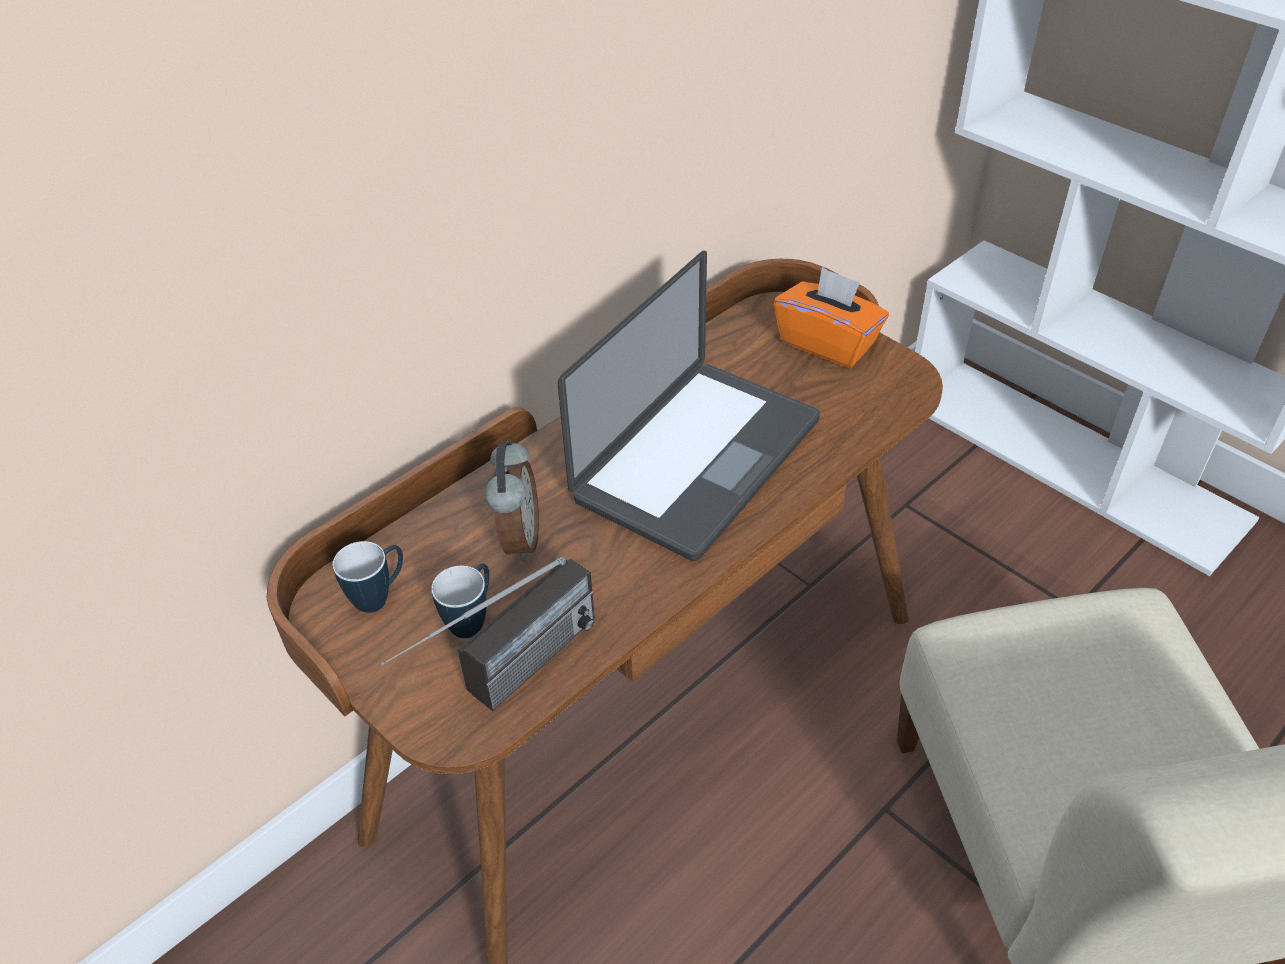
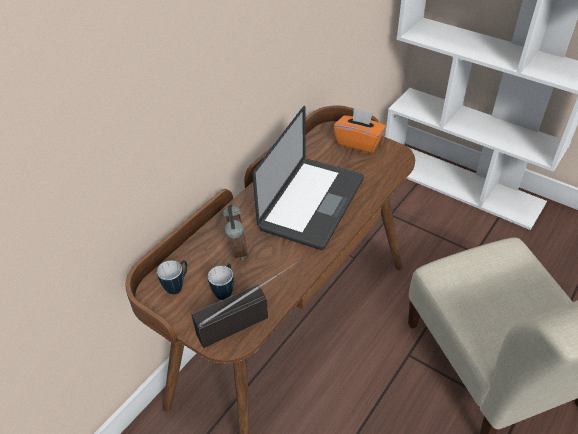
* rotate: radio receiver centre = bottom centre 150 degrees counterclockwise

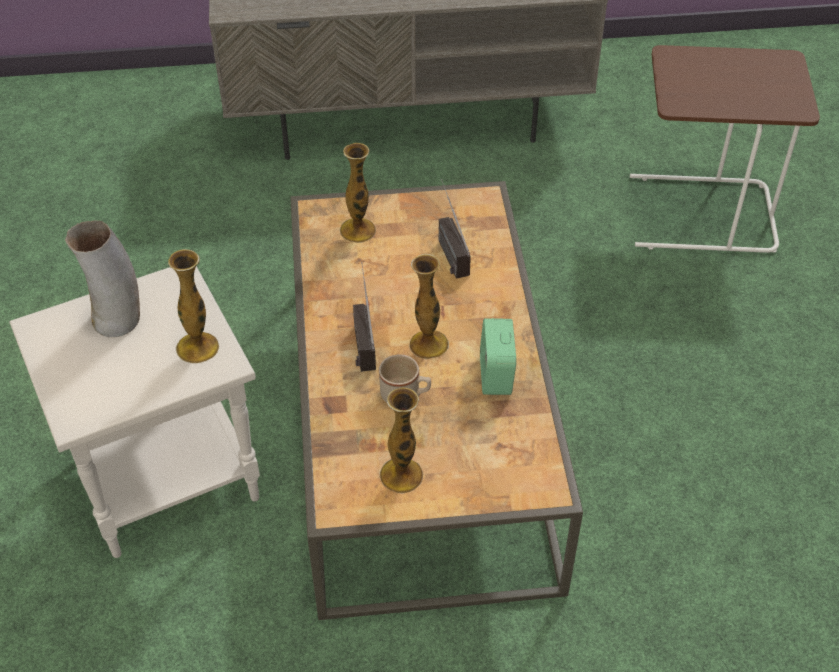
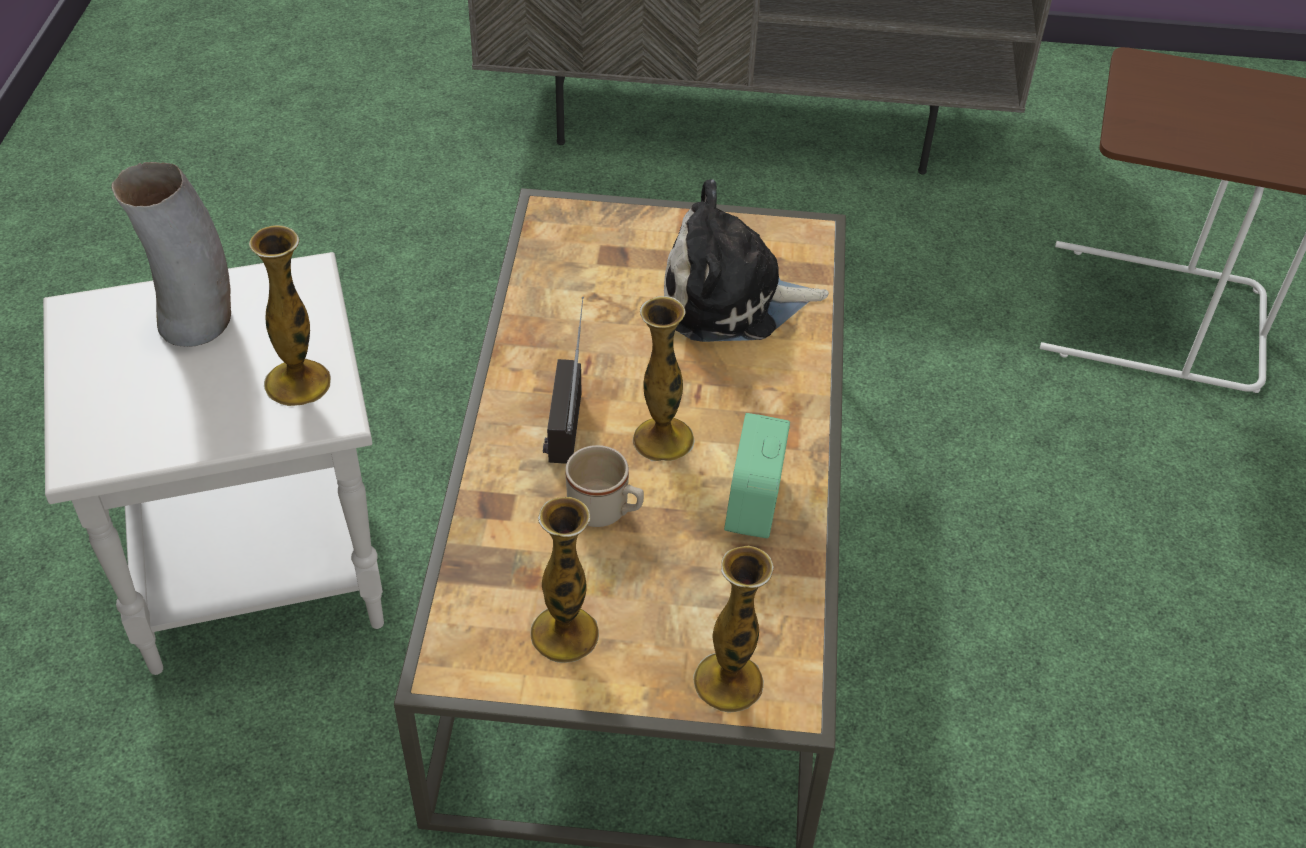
* move: decorative vase (3rd from left in the first image) top centre to decorative vase (5th from left) bottom centre
* replace: radio receiver (2nd from left) centre to cuddly toy top centre

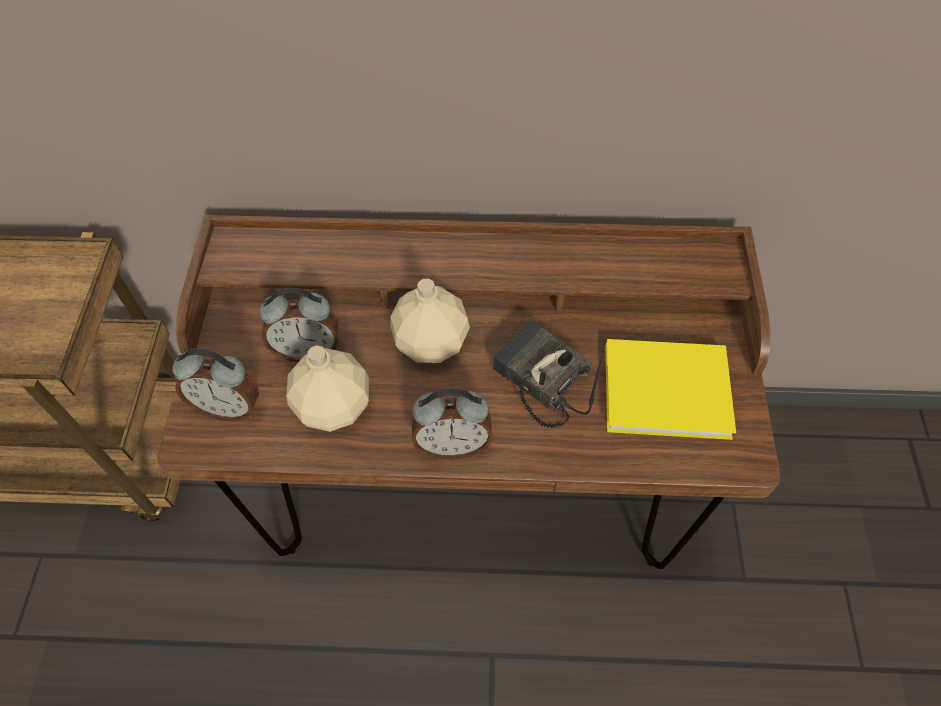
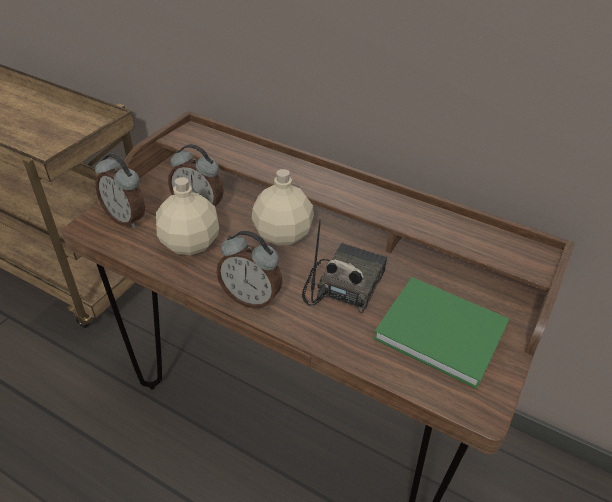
* rotate: radio receiver centre = centre 45 degrees clockwise
* recolor: yellow-coloured volume middle right to green volume middle right

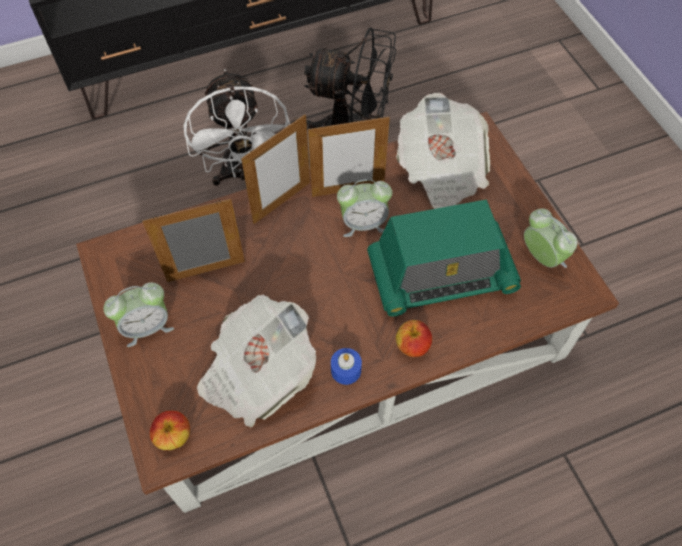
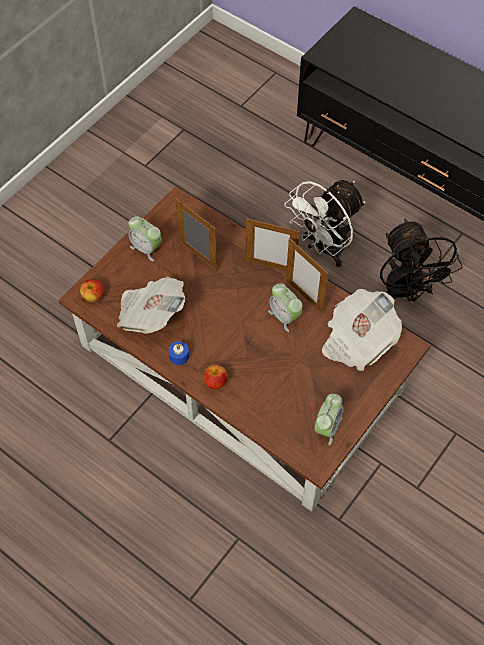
* delete: radio receiver centre

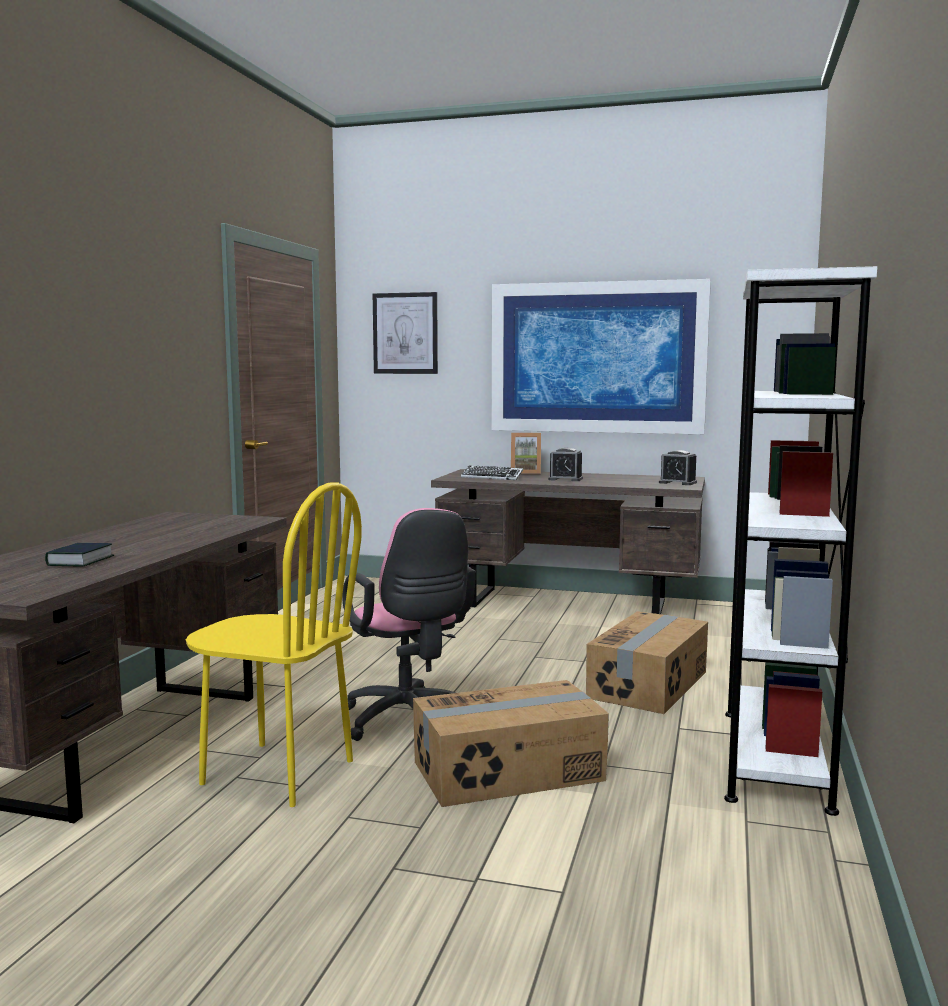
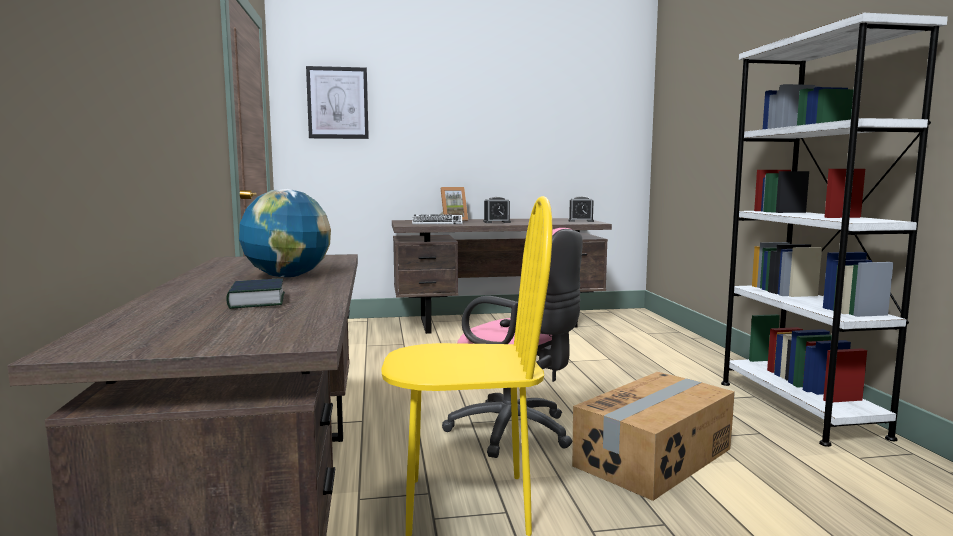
* delete: picture (2nd from left) centre
* delete: cardboard box (2nd from left) middle right
* insert: globe middle left

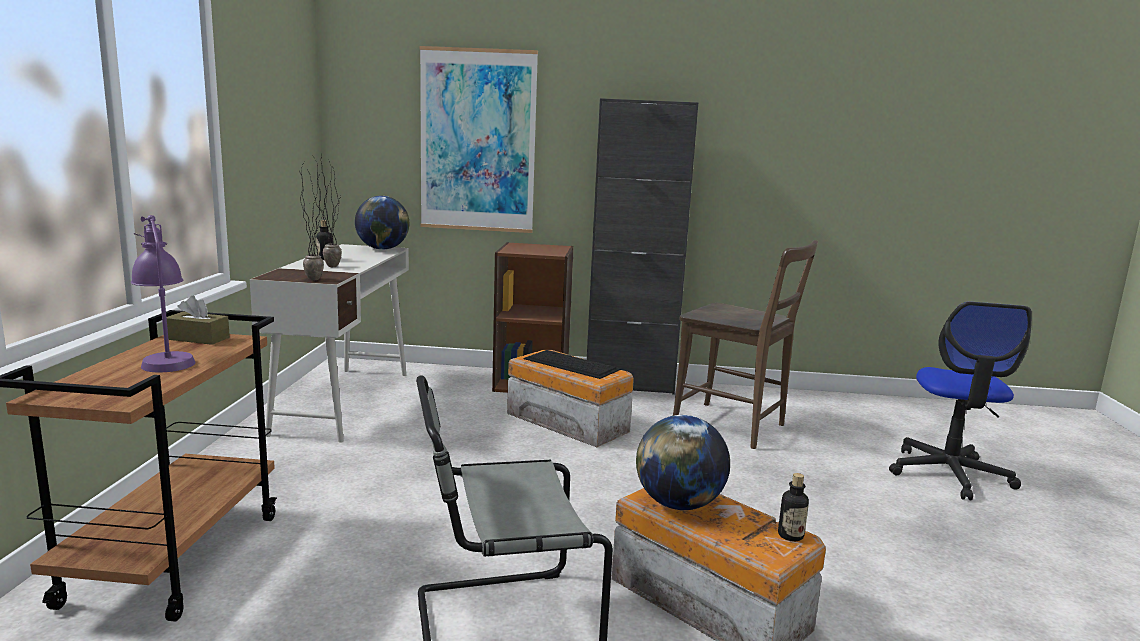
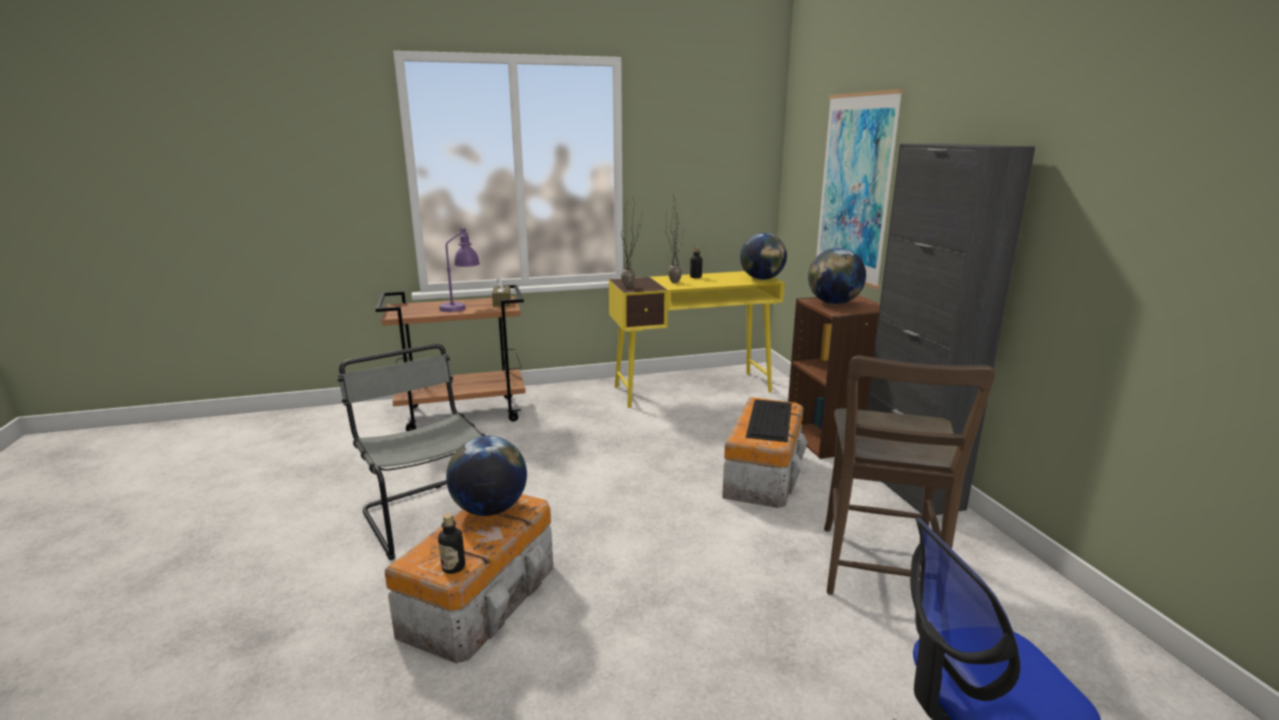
* recolor: white-coloured desk unit middle left to yellow-coloured desk unit centre
* insert: globe (3rd from left) centre

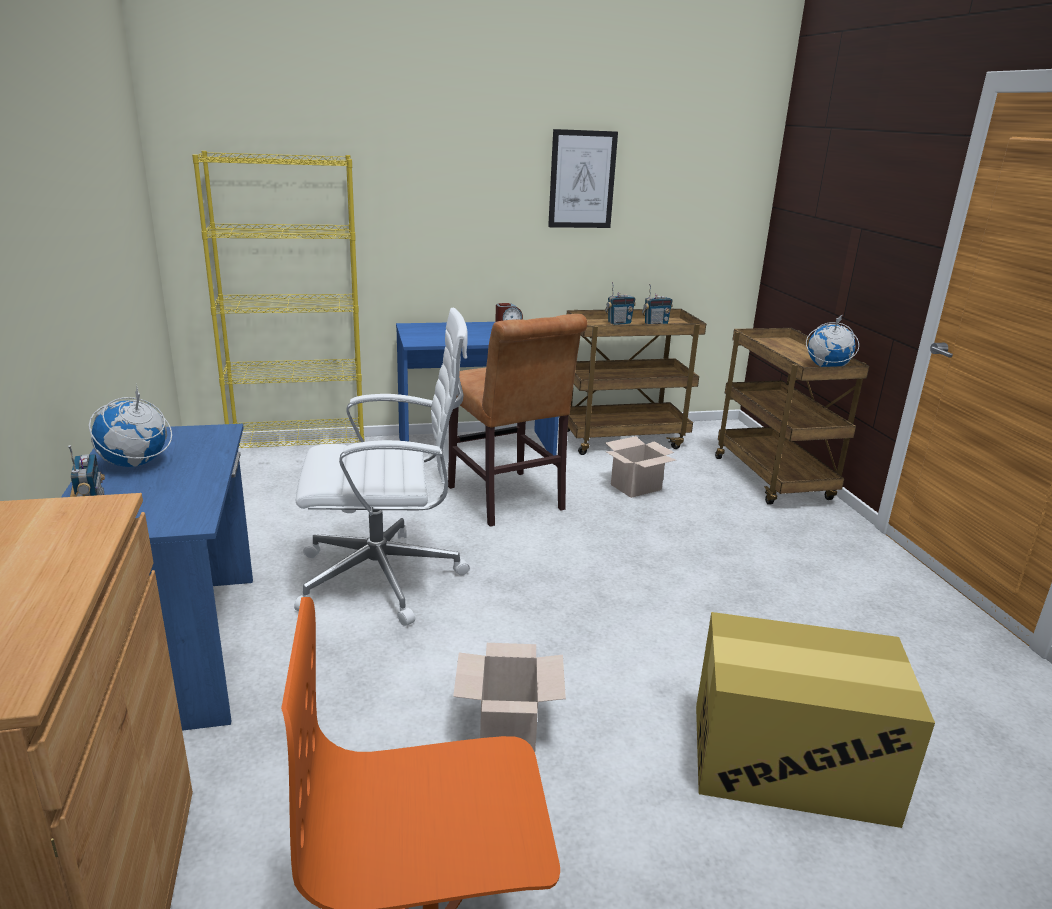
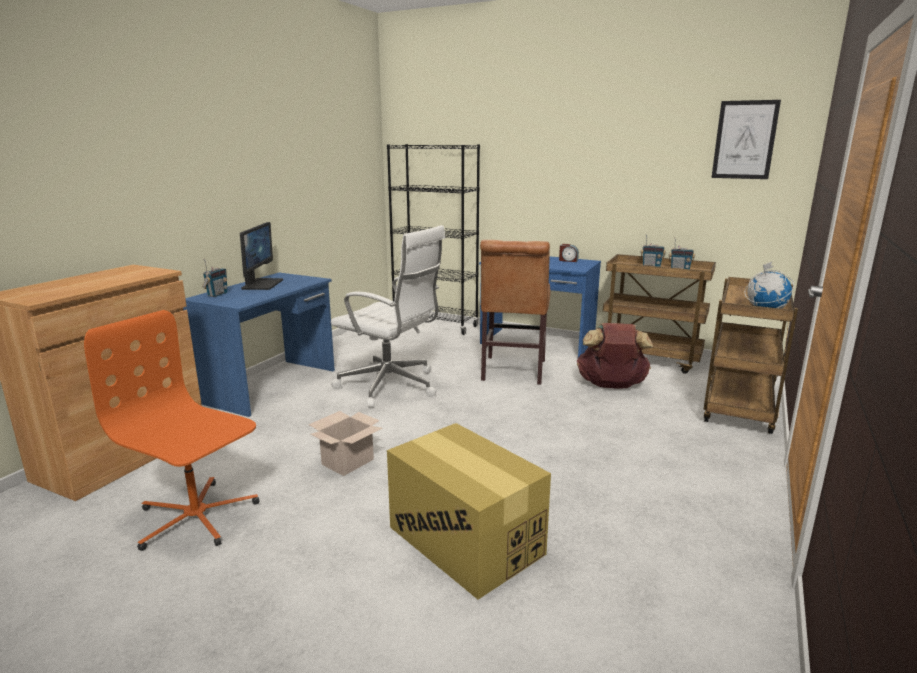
* move: picture top centre to top right
* recolor: yellow-coloured bookshelf top left to black-coloured bookshelf centre
* replace: globe (1st from left) middle left to computer screen middle left
* replace: cardboard box (2nd from left) centre to brown backpack middle right

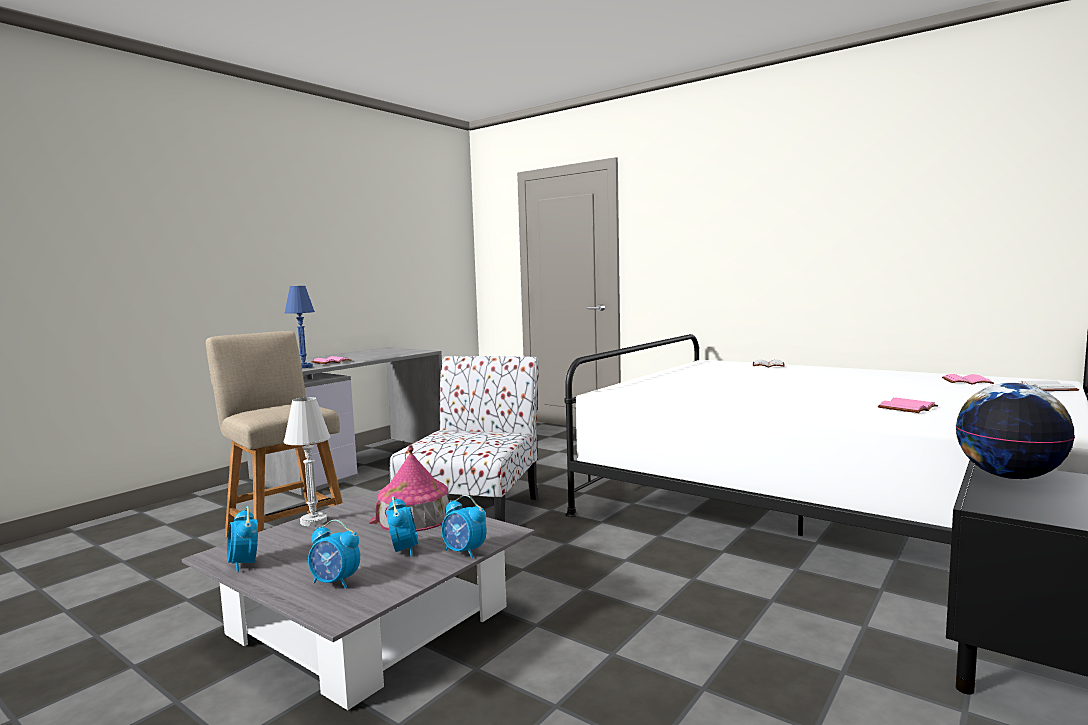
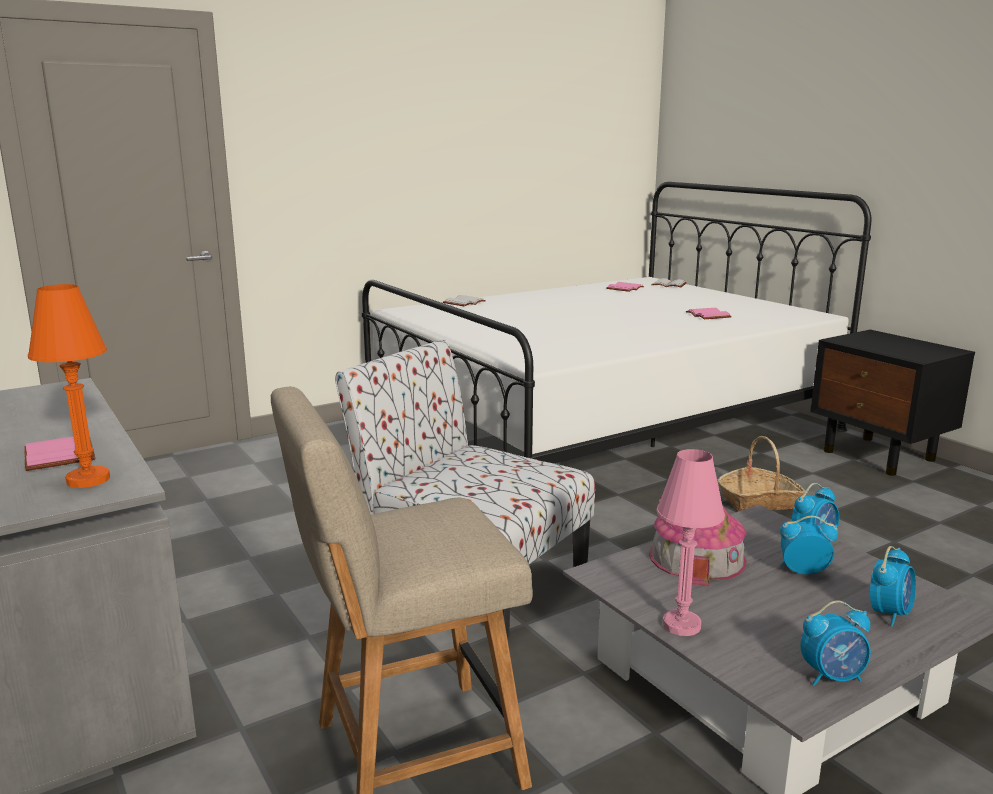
* recolor: bluish tabletop lamp middle left to orange-coloured tabletop lamp middle left
* delete: globe middle right
* recolor: white-coloured tabletop lamp middle left to pink-coloured tabletop lamp bottom right
* insert: basket middle right

